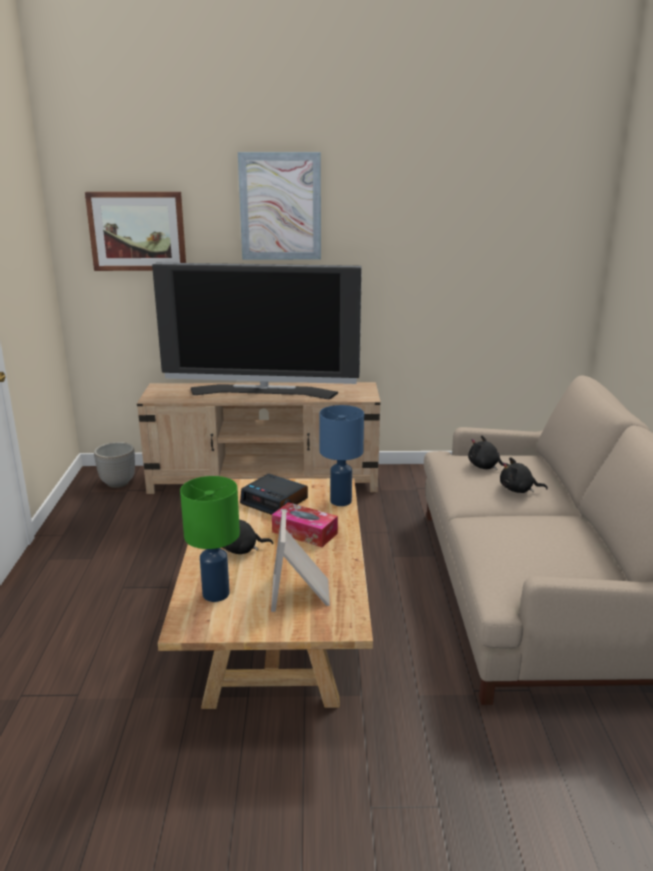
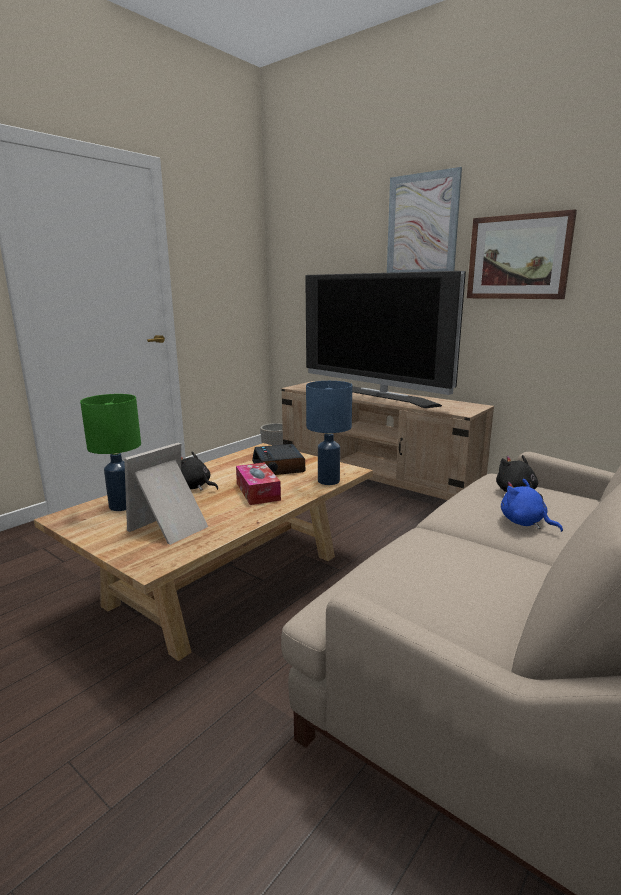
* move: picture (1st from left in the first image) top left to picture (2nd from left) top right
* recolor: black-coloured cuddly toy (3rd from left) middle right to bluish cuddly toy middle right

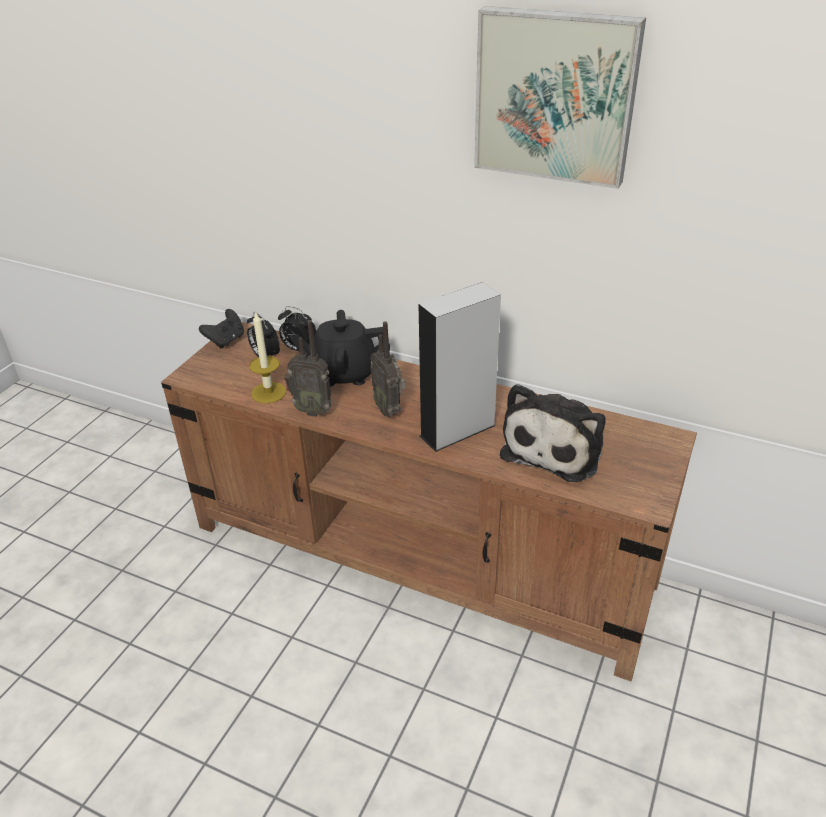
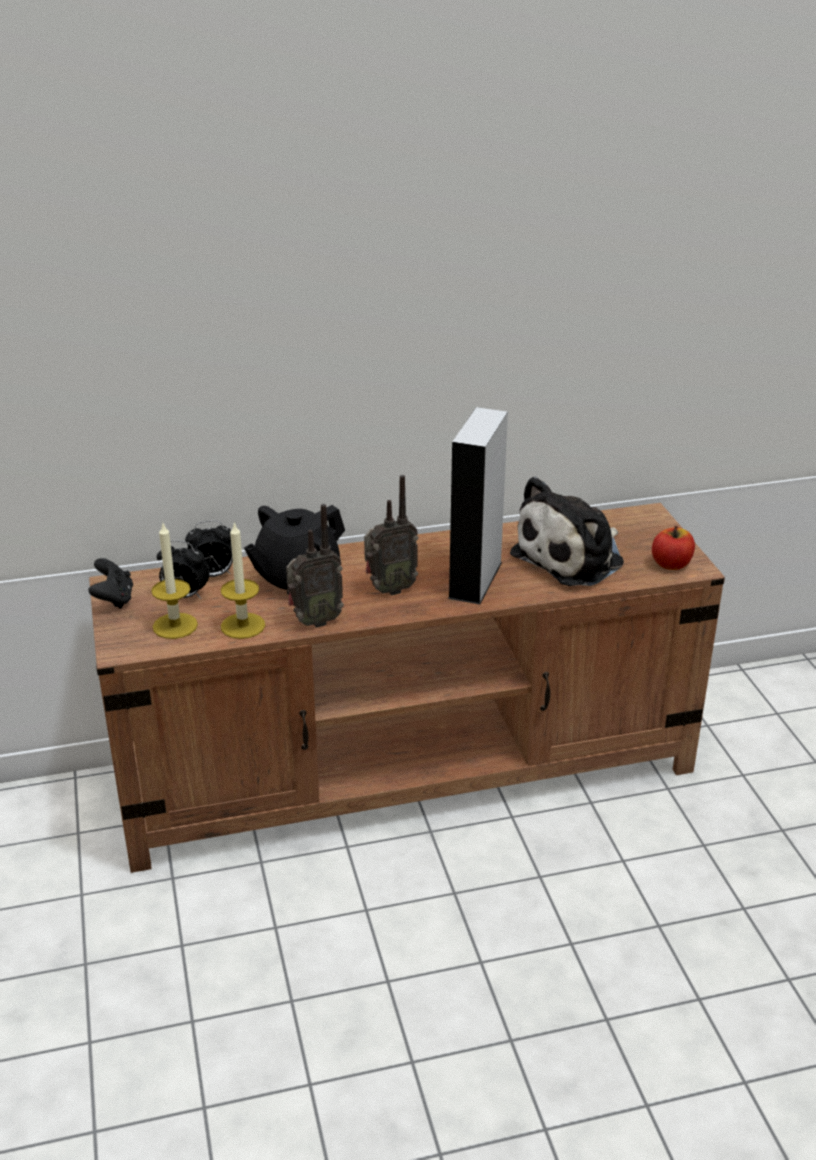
* delete: picture top right
* rotate: radio receiver (2nd from left) centre = centre 45 degrees counterclockwise
* rotate: cuddly toy middle right = middle right 60 degrees clockwise
* insert: candle (1st from left) middle left
* insert: whole apple middle right

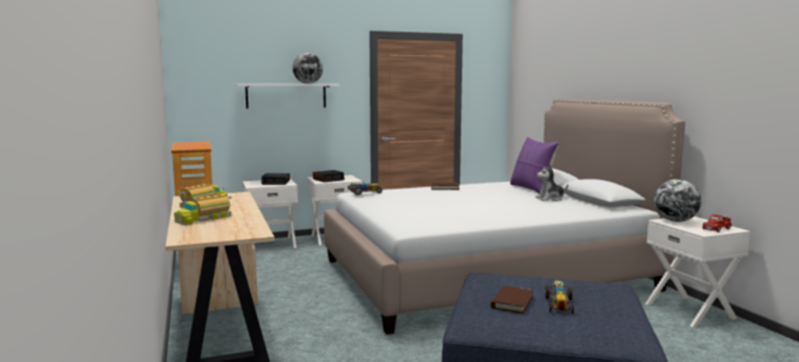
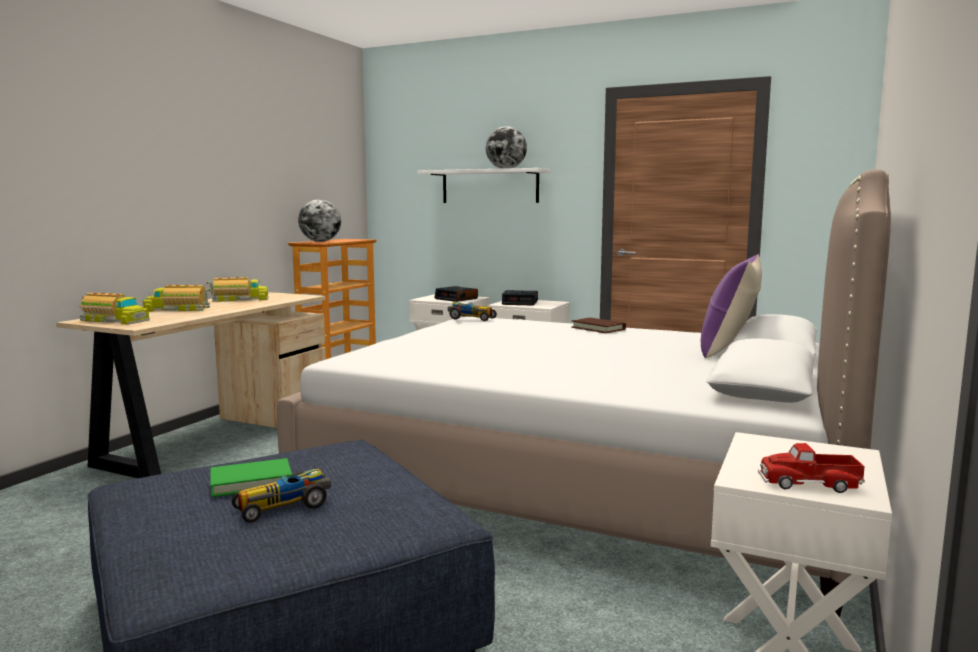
* delete: cuddly toy middle right
* move: globe (2nd from left in the first image) middle right to globe (1st from left) middle left
* recolor: brown volume (2nd from left) bottom centre to green volume bottom left
* insert: toy truck (1st from left) middle left

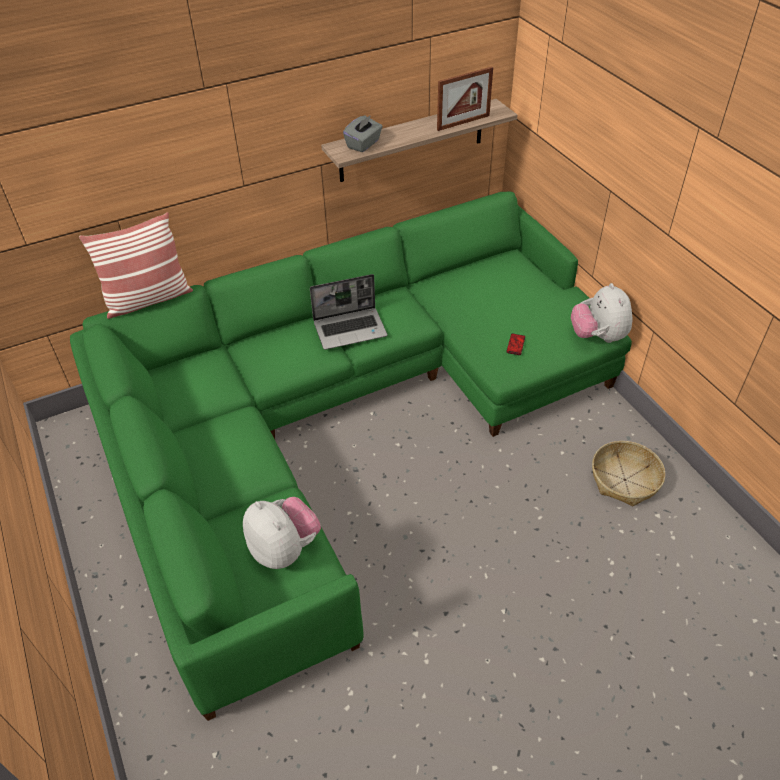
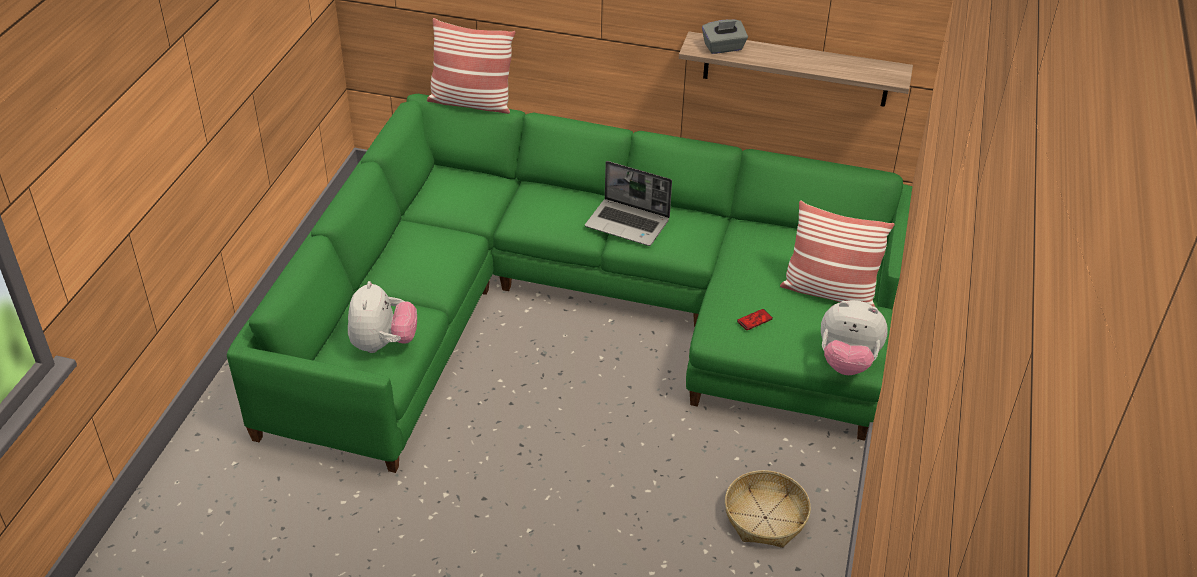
* delete: picture frame top centre
* rotate: cuddly toy (2nd from left) middle right = middle right 105 degrees counterclockwise
* insert: throw pillow (2nd from left) middle right

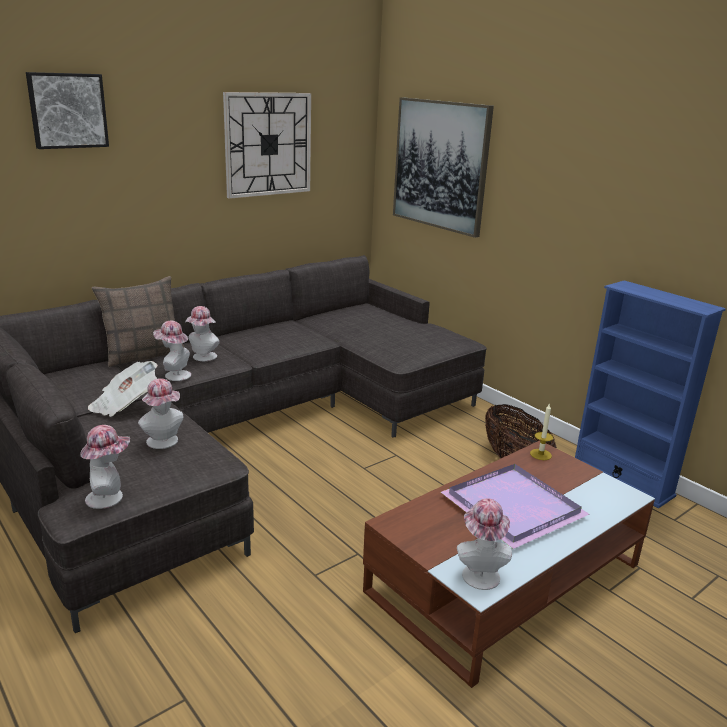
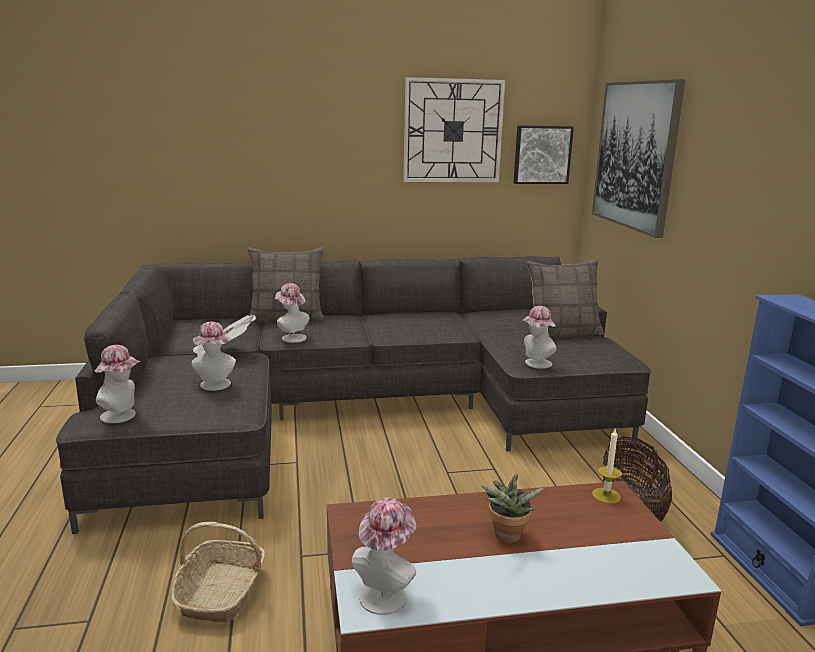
* move: picture (1st from left) top left to top centre
* move: wearable hat (4th from left in the first image) middle left to wearable hat (5th from left) centre
* replace: purple carrying tray bottom right to potted plant bottom centre
* insert: throw pillow (2nd from left) middle right
* insert: basket (1st from left) bottom left

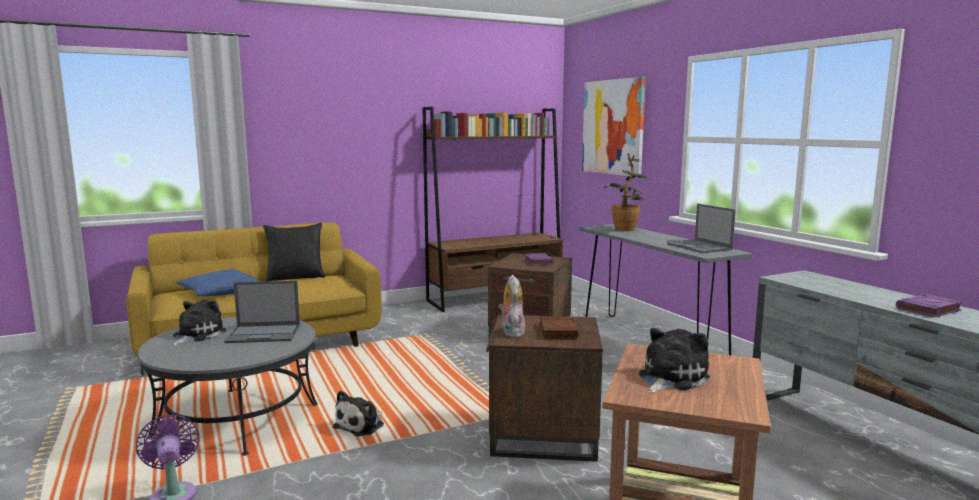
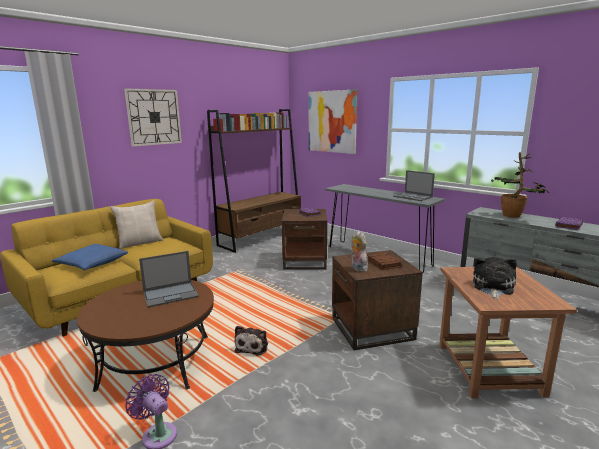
* move: potted plant centre to middle right
* recolor: black-coloured throw pillow middle left to beige throw pillow middle left
* delete: cuddly toy (1st from left) middle left
* recolor: gray coffee table bottom left to brown coffee table bottom left
* insert: clock on the wall top left

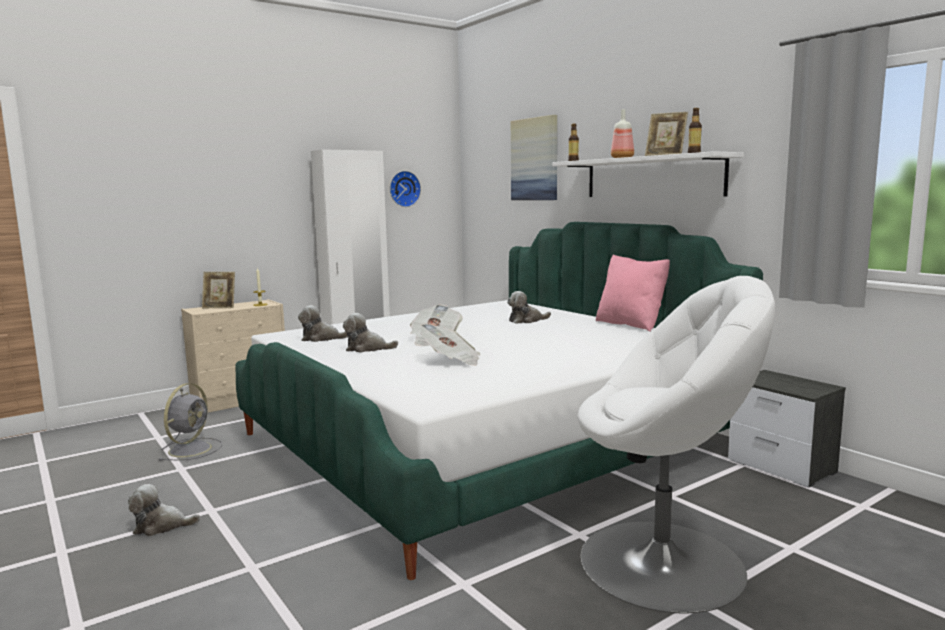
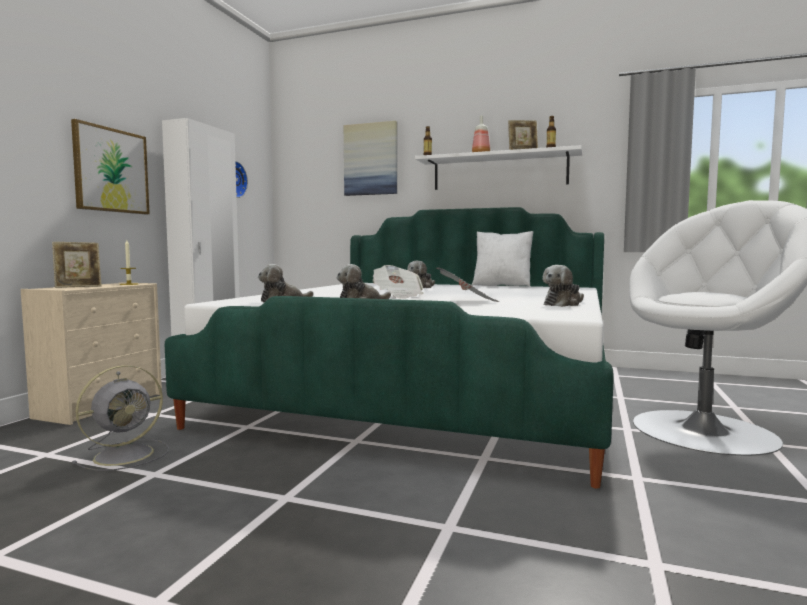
* recolor: pink-coloured throw pillow middle right to white-coloured throw pillow centre
* delete: bedside table bottom right
* rotate: gray electric fan bottom left = bottom left 60 degrees clockwise
* move: cuddly toy (1st from left in the first image) bottom left to cuddly toy (4th from left) middle right
* insert: picture (1st from left) top left

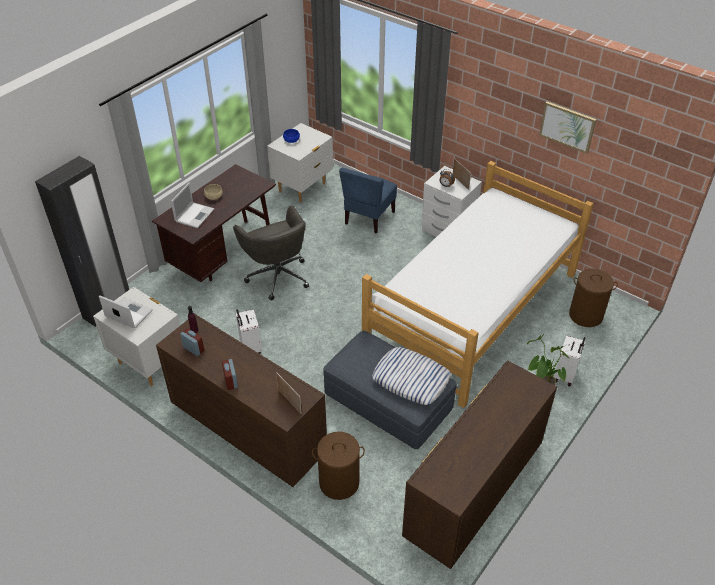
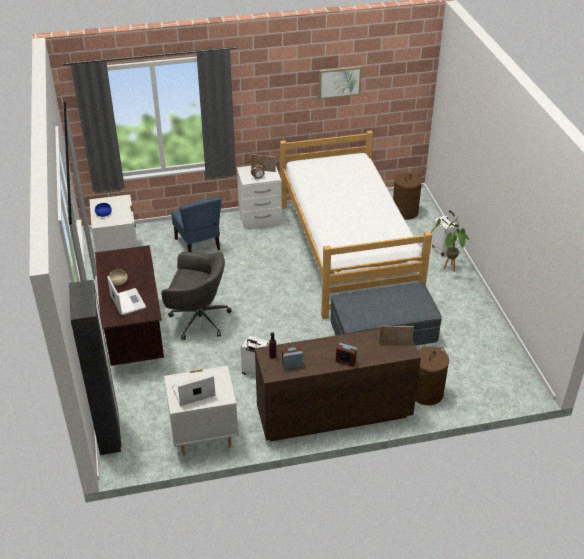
* delete: throw pillow centre
* delete: brown drawer chest (2nd from left) bottom right

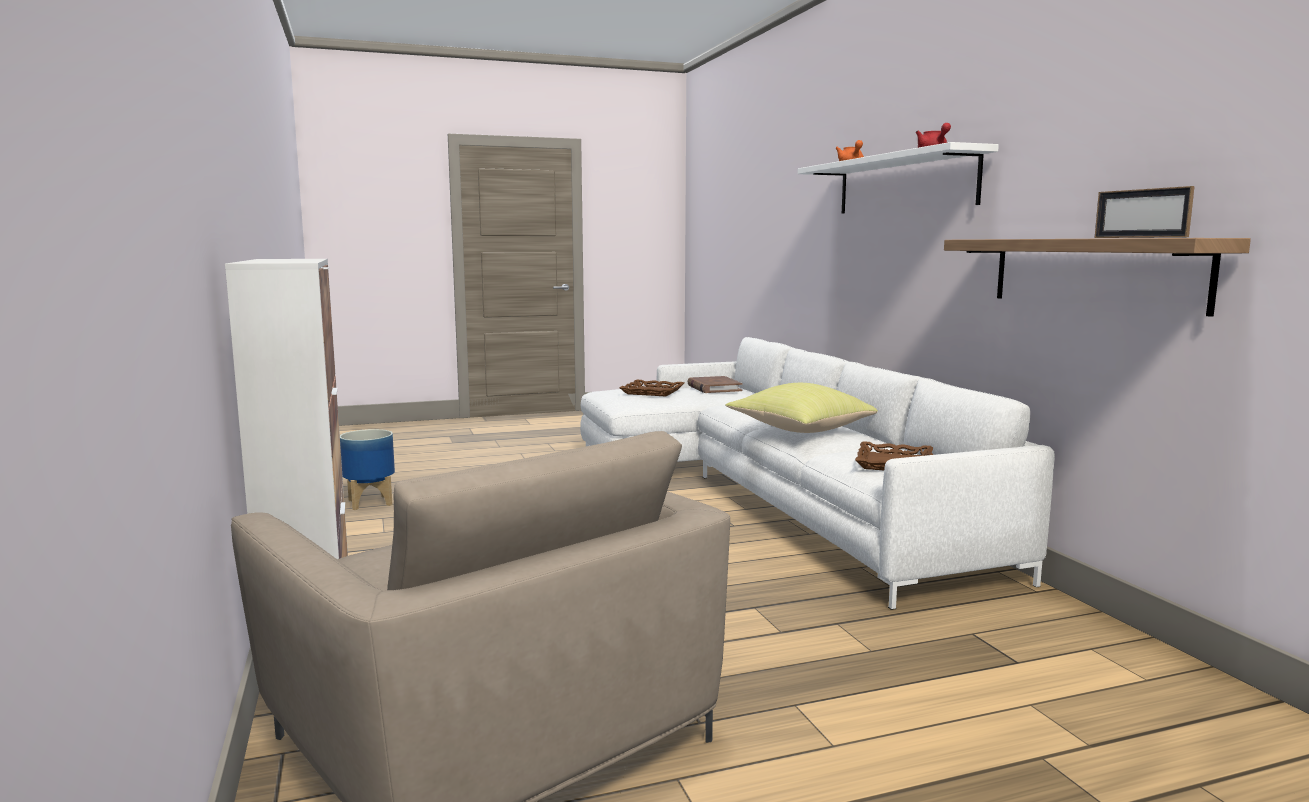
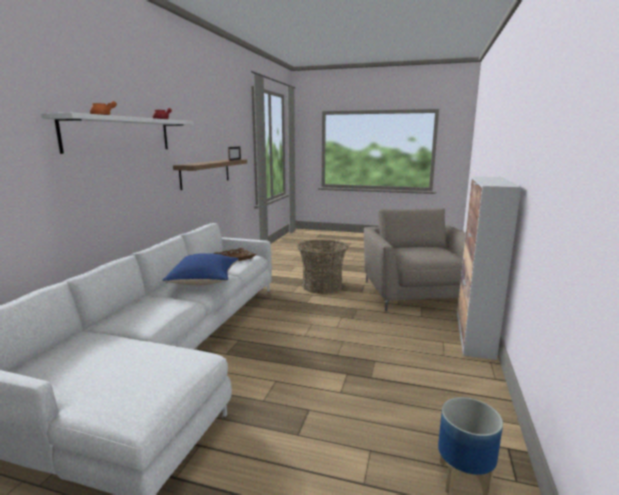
* delete: brown volume centre
* delete: brown carrying tray (1st from left) centre
* recolor: yellow-coloured throw pillow centre to bluish throw pillow middle left
* insert: basket centre

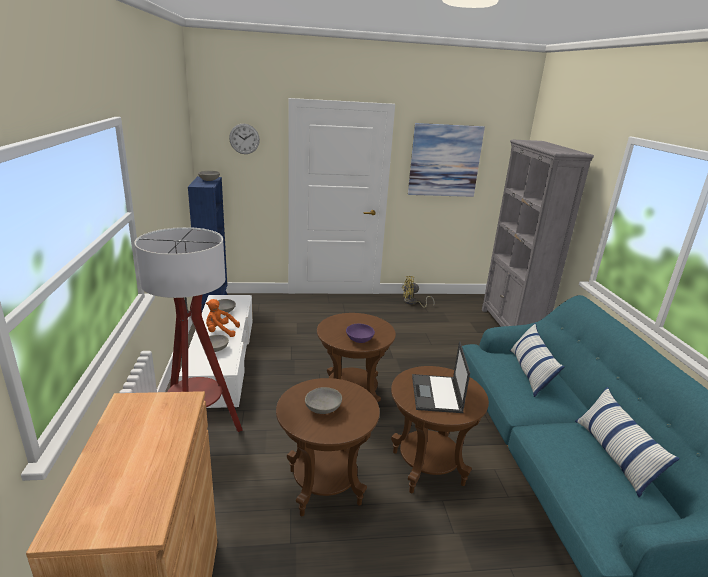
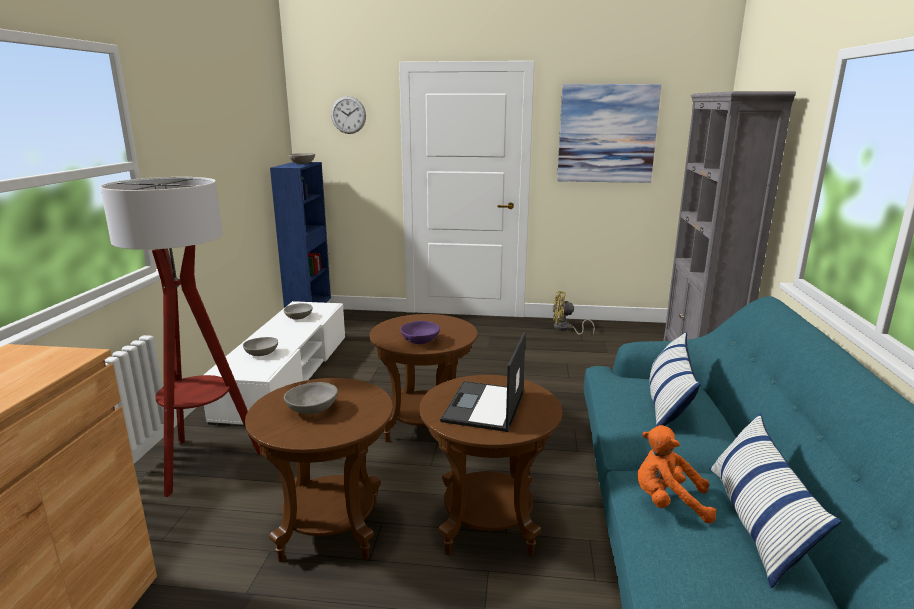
* move: orange-coloured cuddly toy middle left to bottom right

